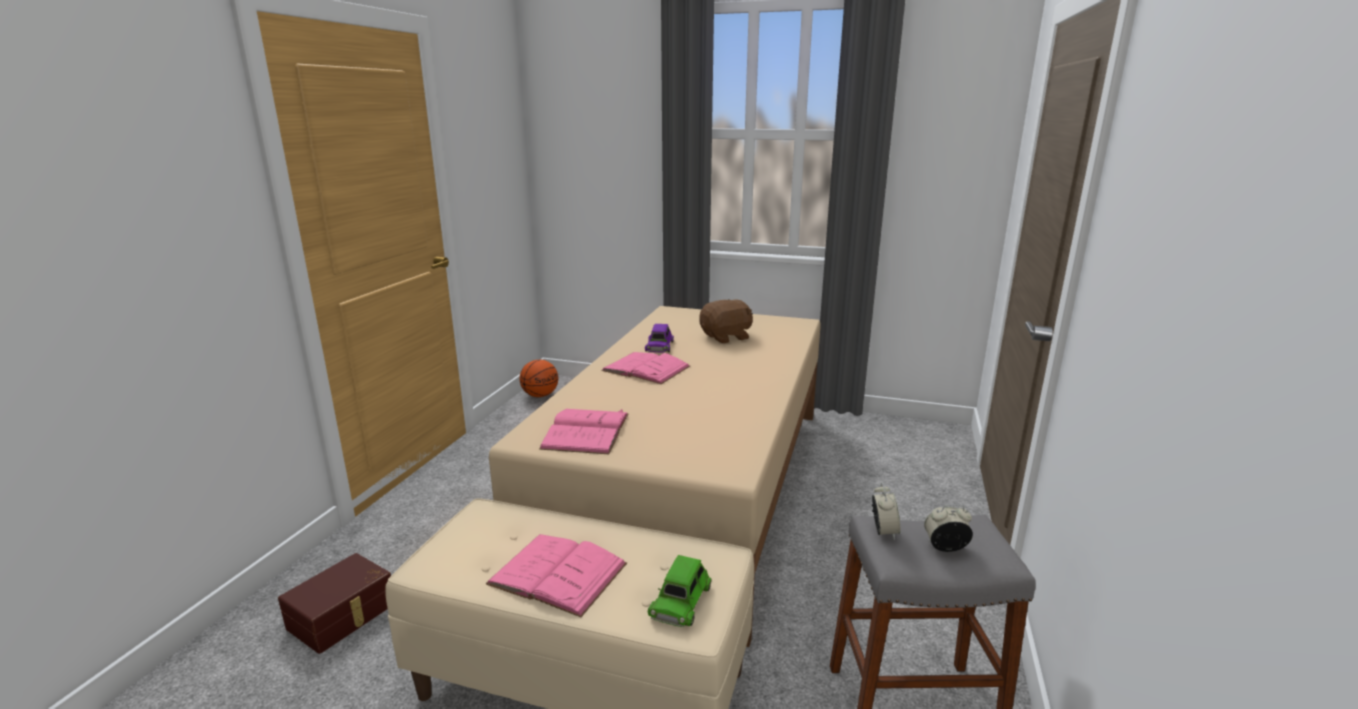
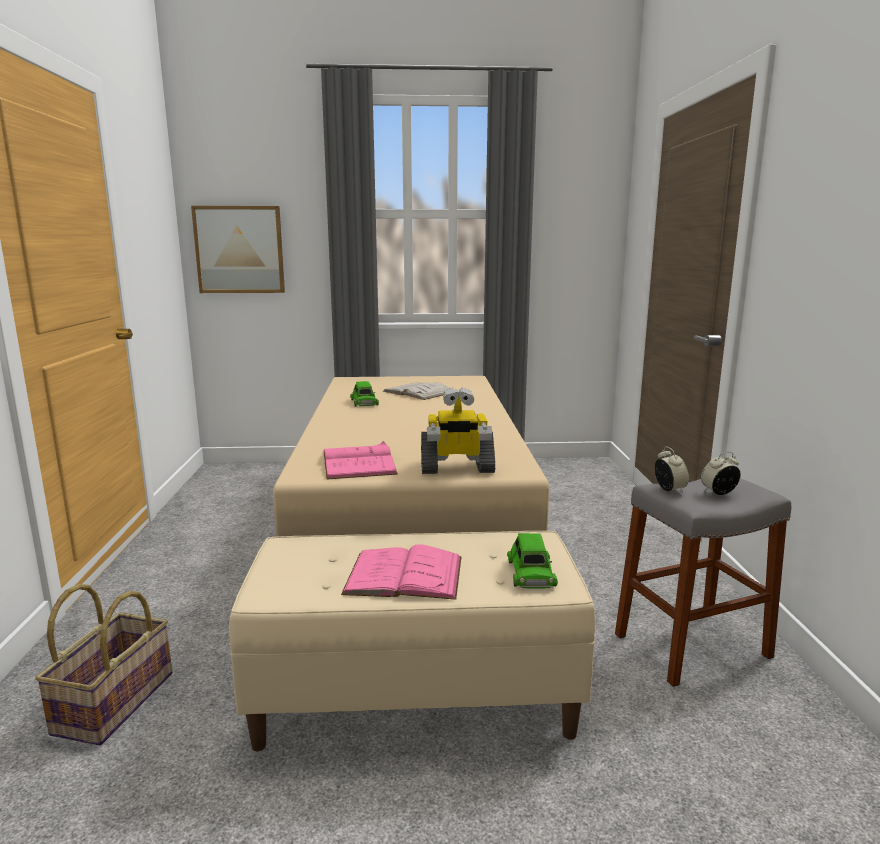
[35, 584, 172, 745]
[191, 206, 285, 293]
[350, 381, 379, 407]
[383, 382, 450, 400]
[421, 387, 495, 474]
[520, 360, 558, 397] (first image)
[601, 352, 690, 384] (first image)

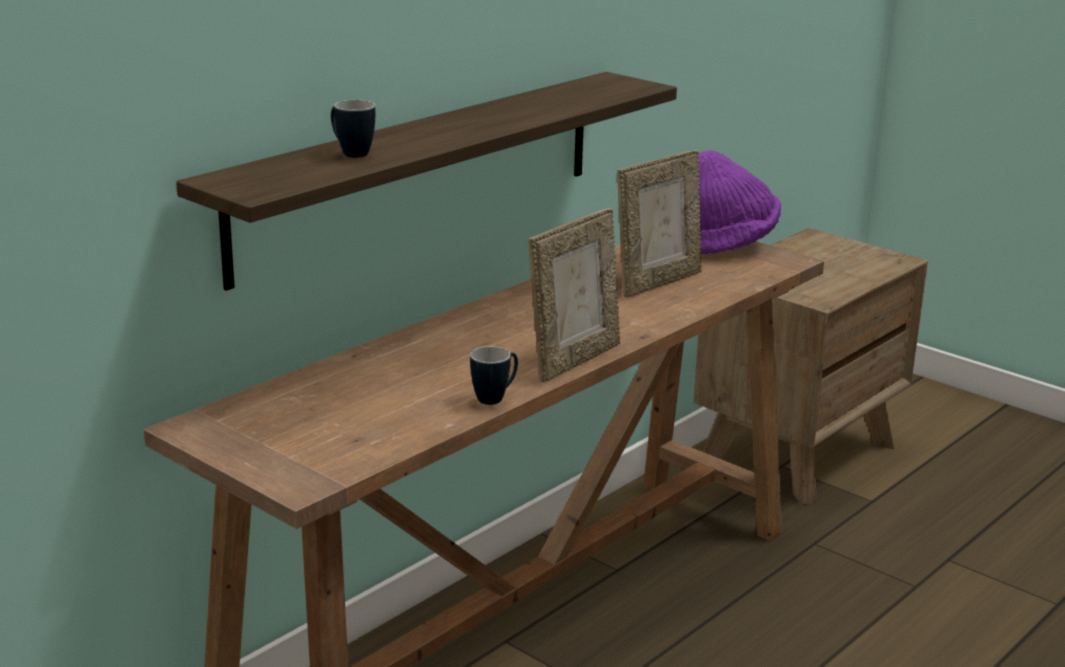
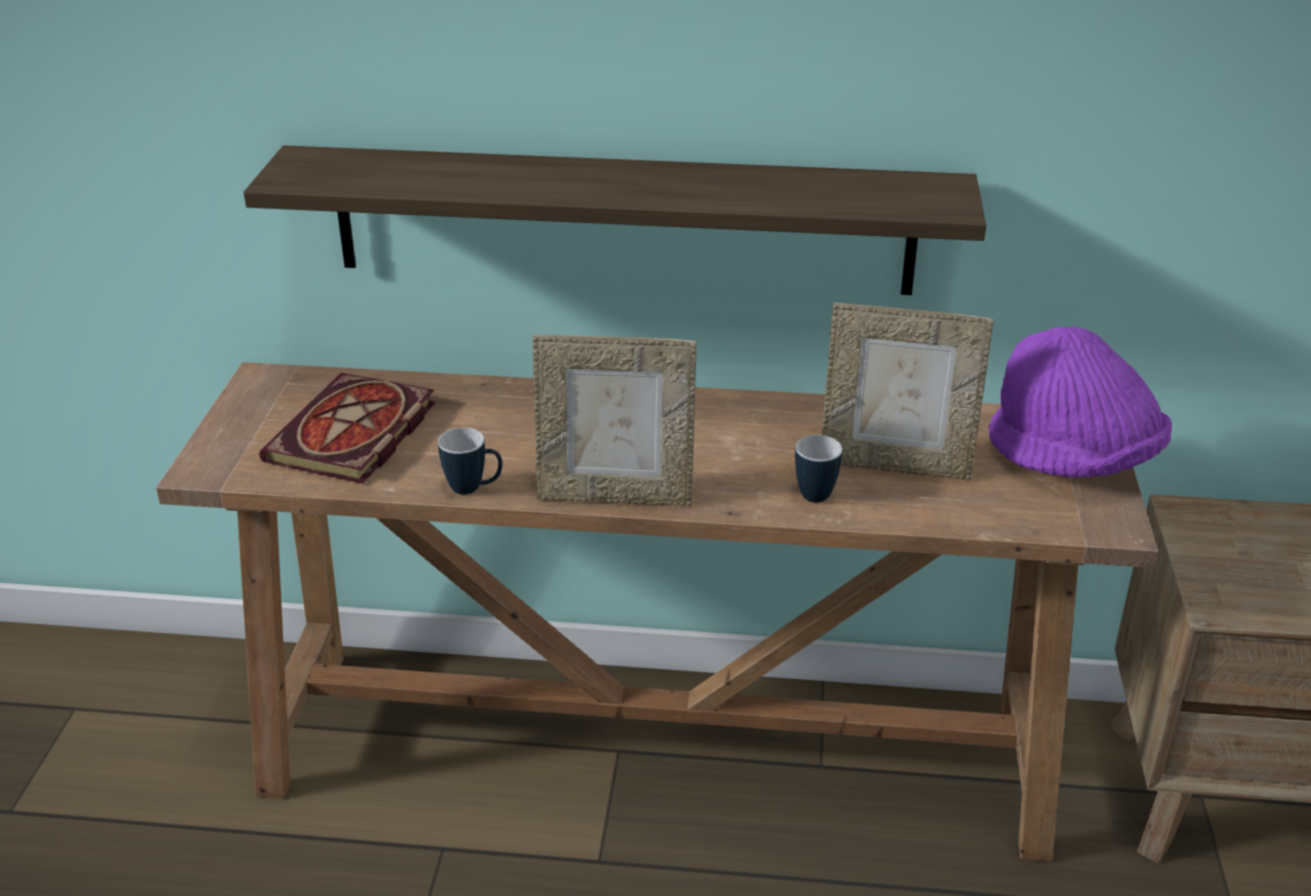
[259, 373, 436, 484]
[795, 435, 842, 502]

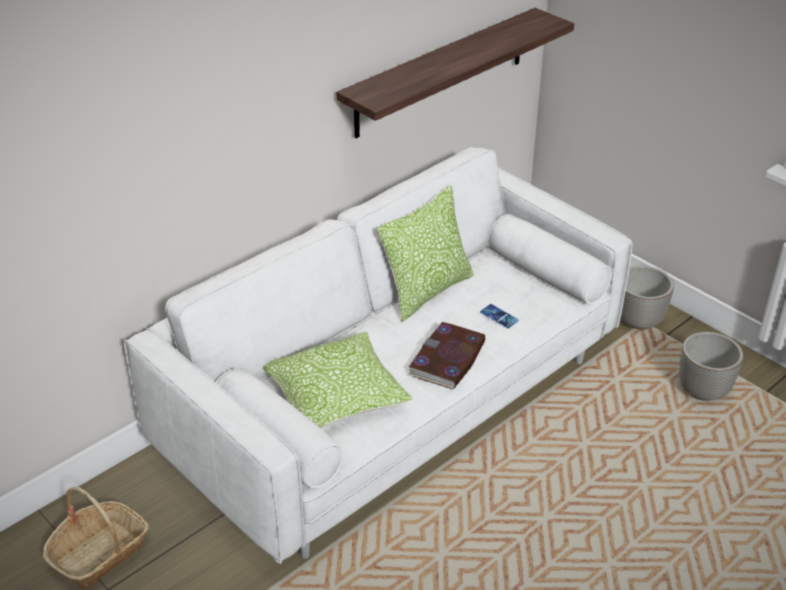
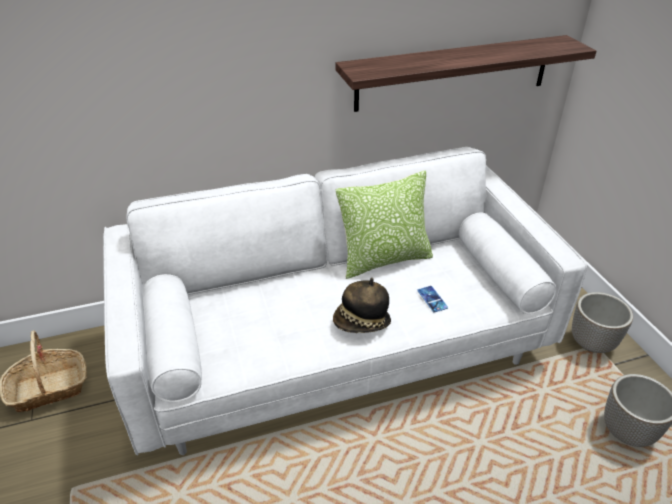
[333, 278, 391, 333]
[263, 332, 412, 428] (first image)

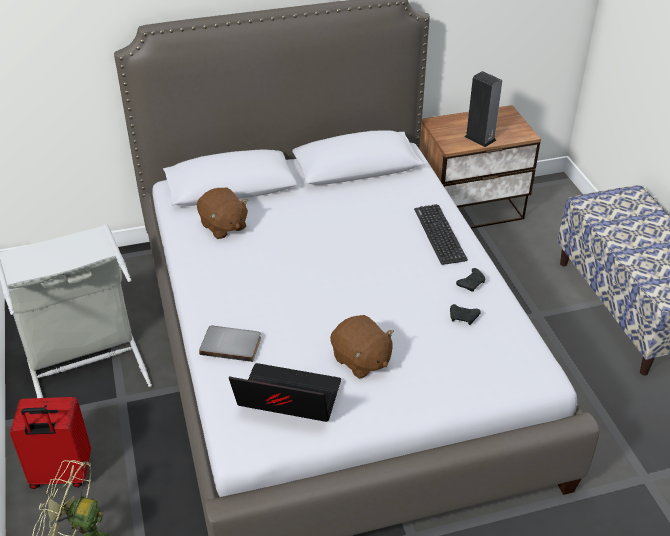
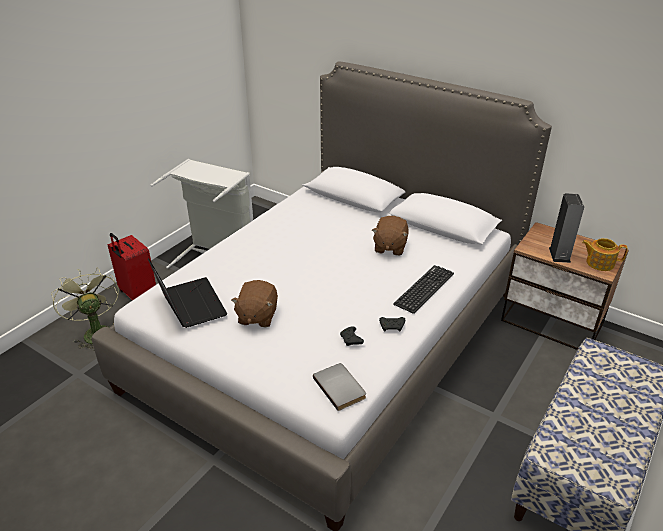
[313, 363, 366, 411]
[372, 216, 409, 256]
[582, 238, 628, 271]

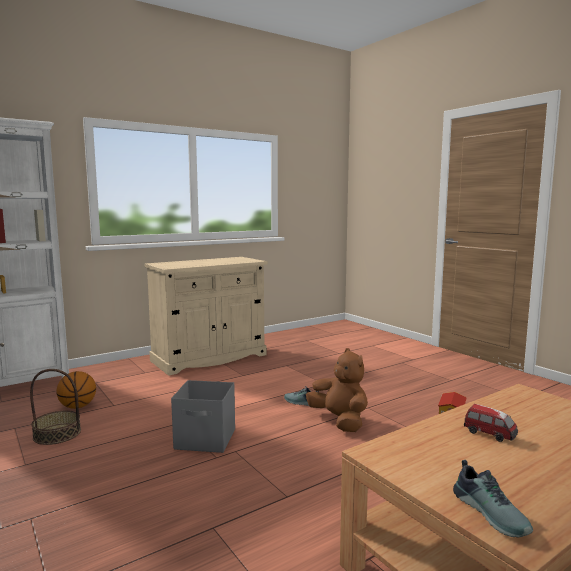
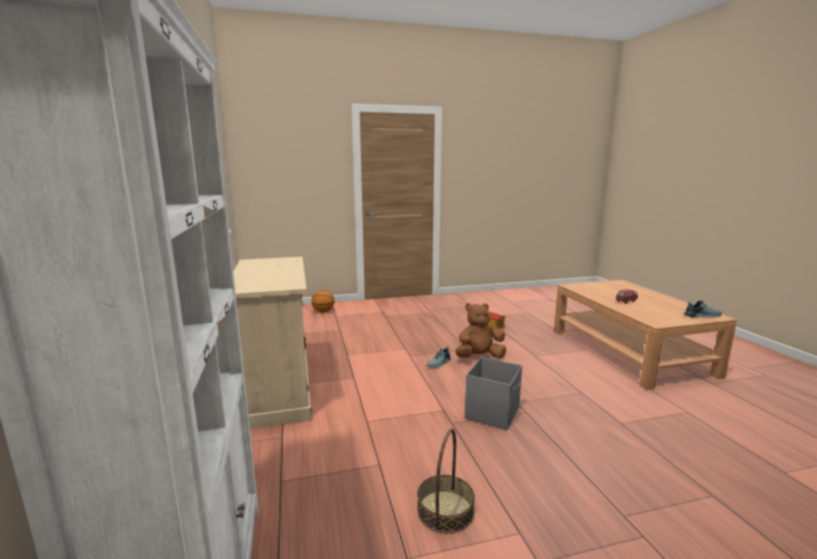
[311, 290, 334, 313]

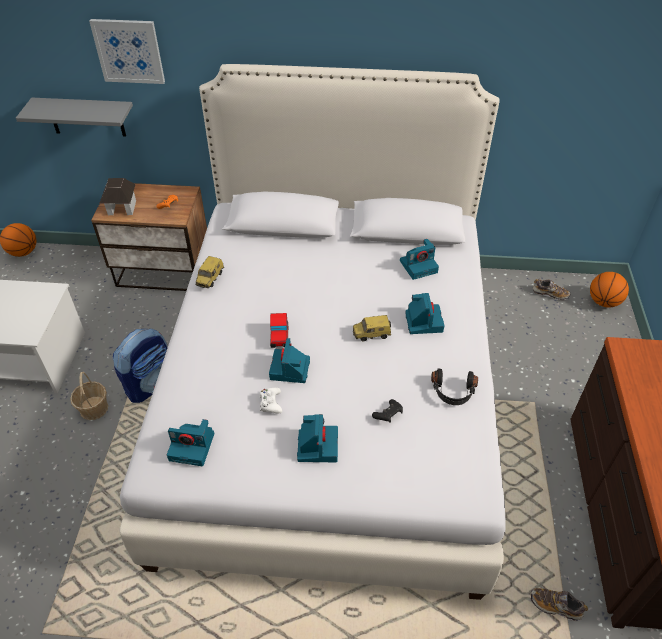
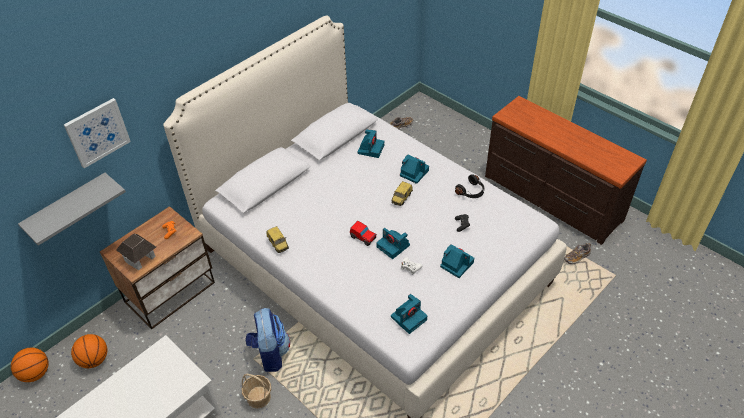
[71, 334, 107, 368]

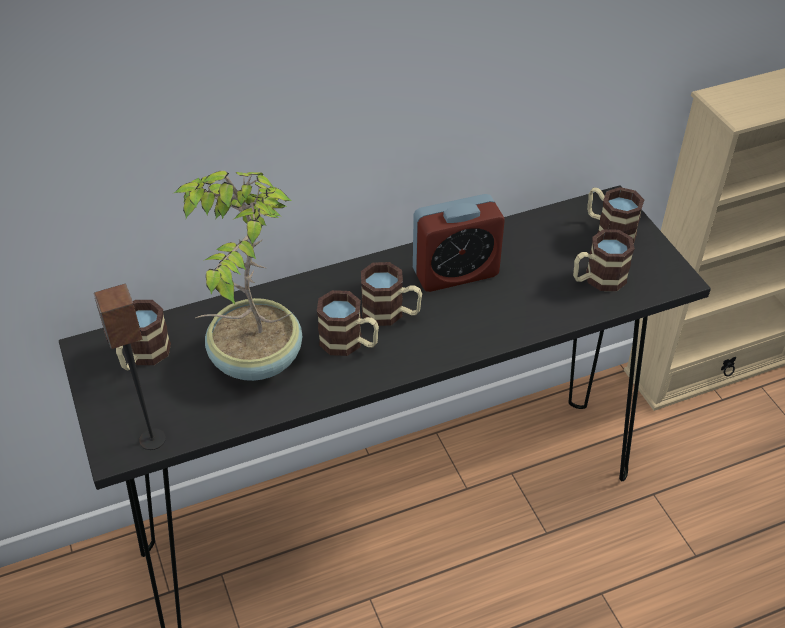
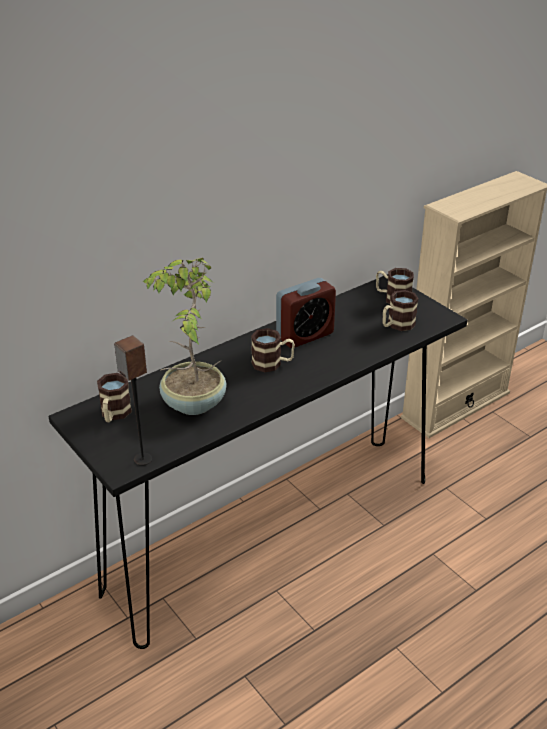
[317, 290, 379, 356] (first image)

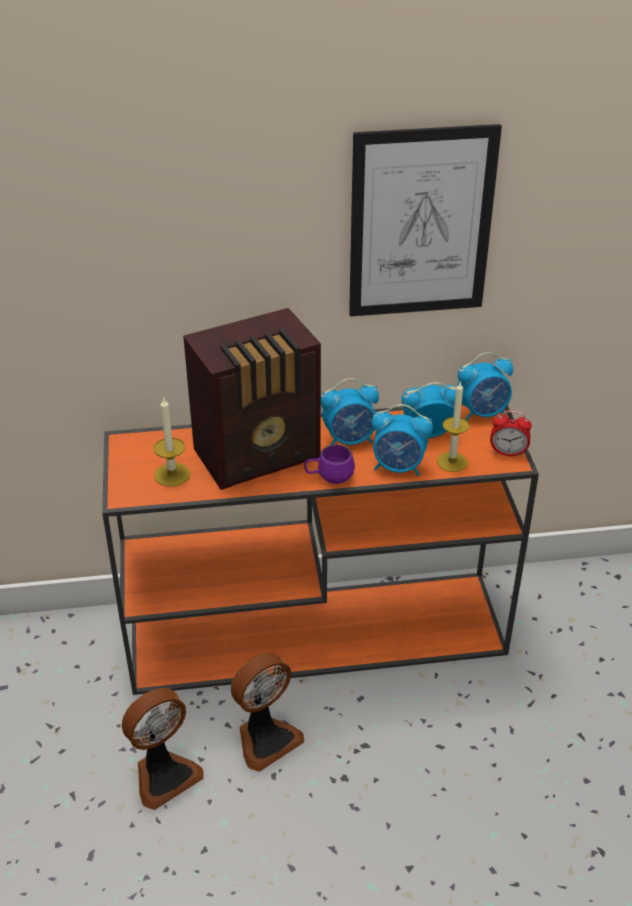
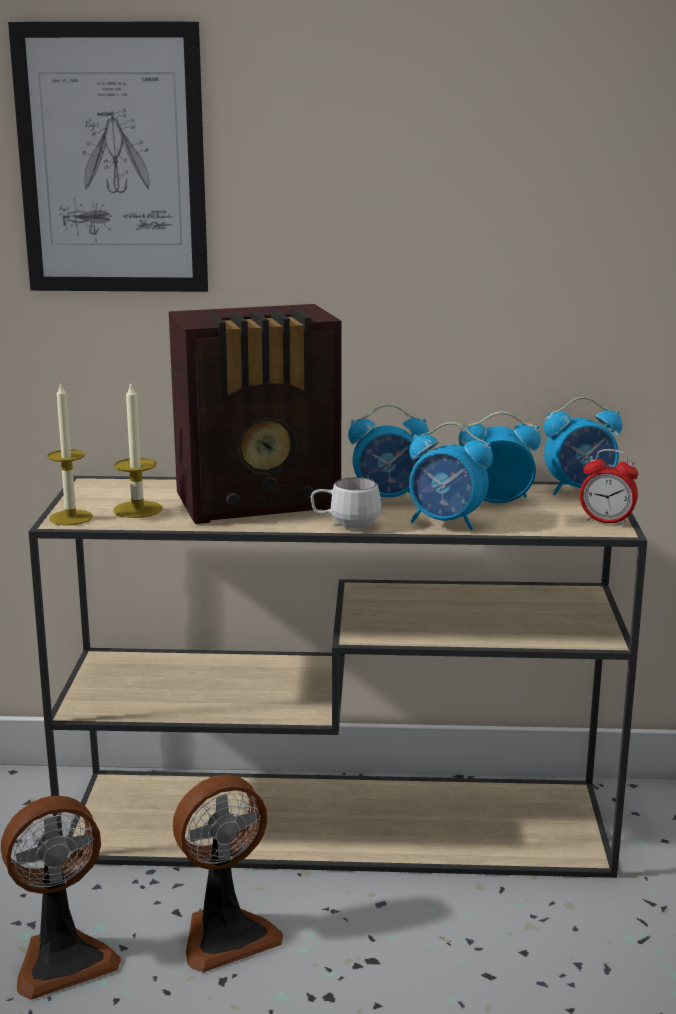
[8, 22, 208, 292]
[28, 476, 647, 878]
[47, 382, 93, 525]
[310, 477, 382, 528]

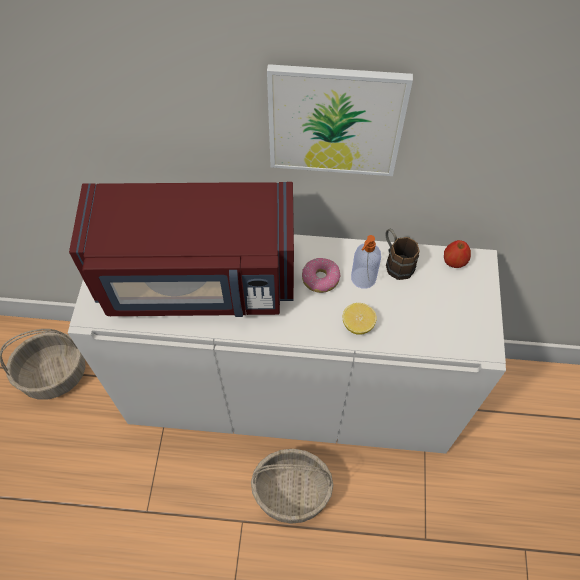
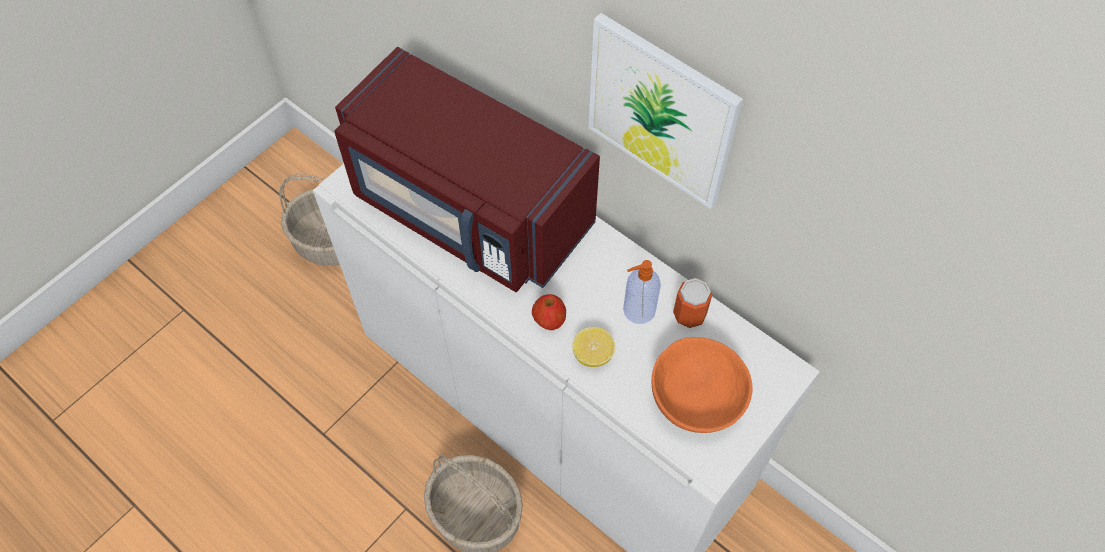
[532, 294, 566, 330]
[651, 337, 753, 433]
[673, 278, 712, 328]
[302, 258, 341, 293] (first image)

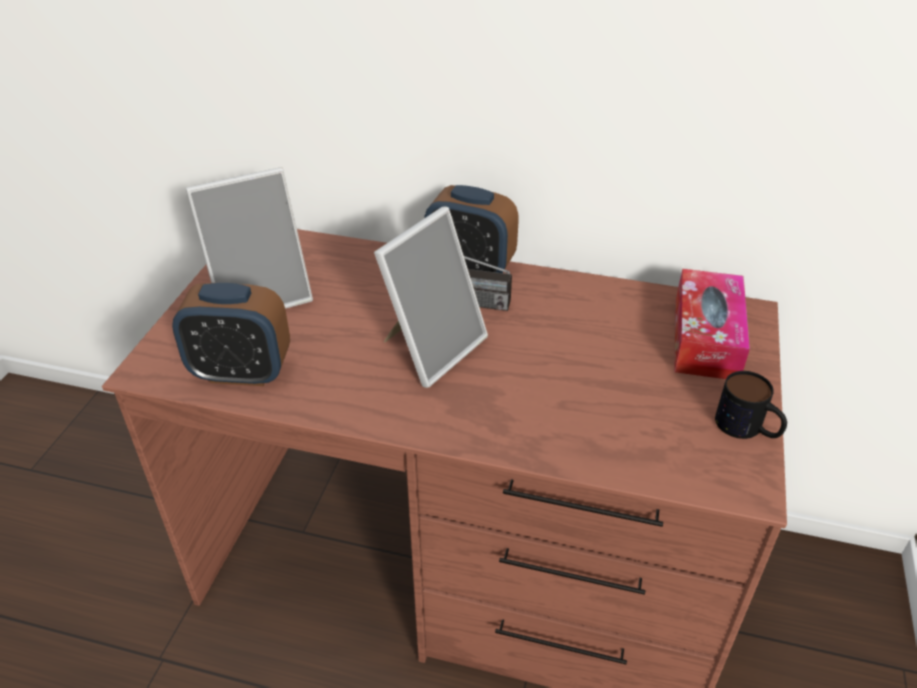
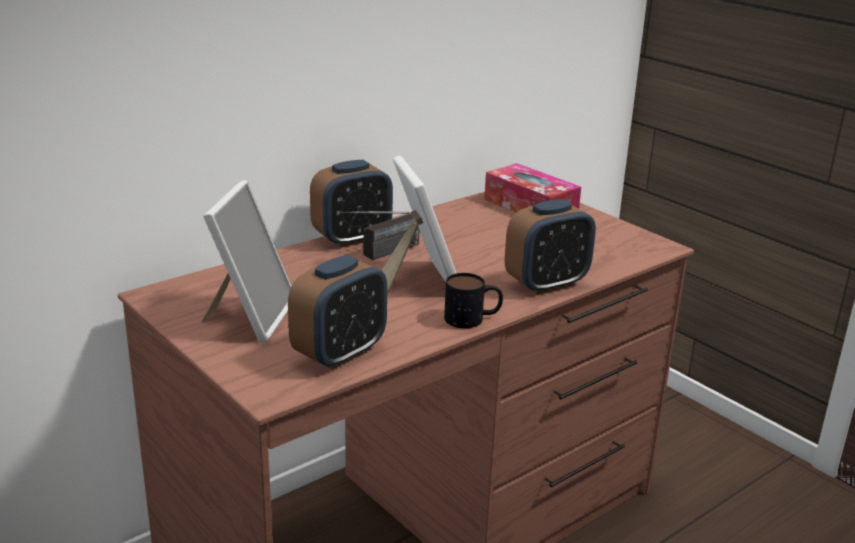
[444, 273, 503, 328]
[505, 199, 596, 295]

